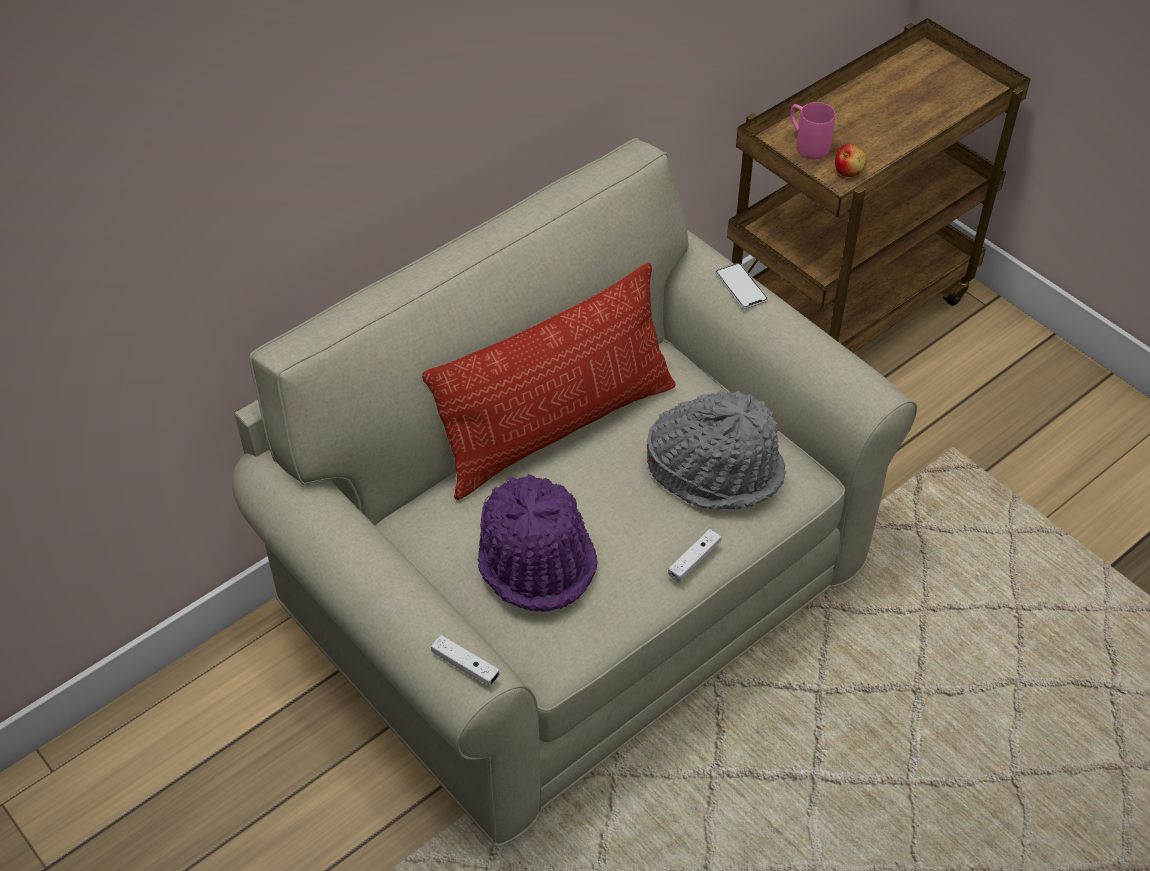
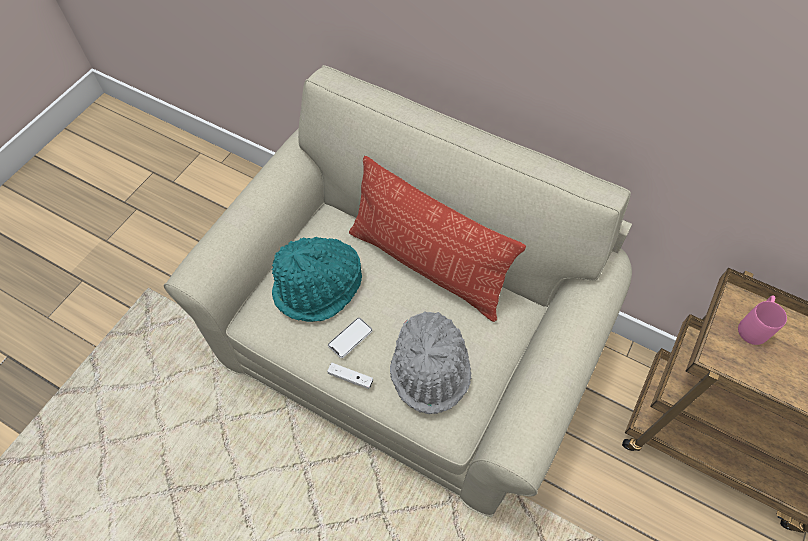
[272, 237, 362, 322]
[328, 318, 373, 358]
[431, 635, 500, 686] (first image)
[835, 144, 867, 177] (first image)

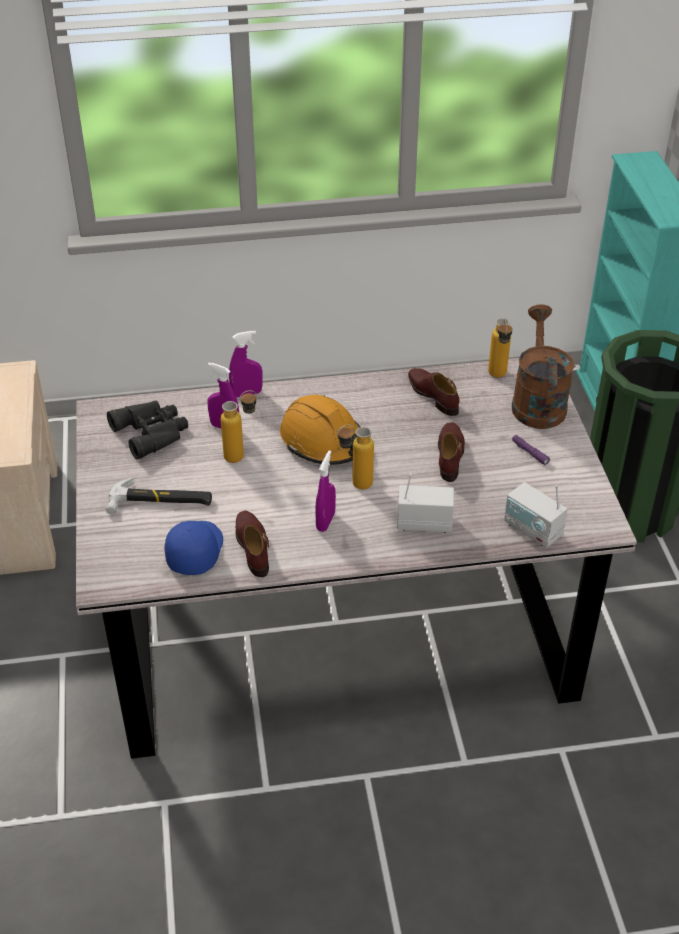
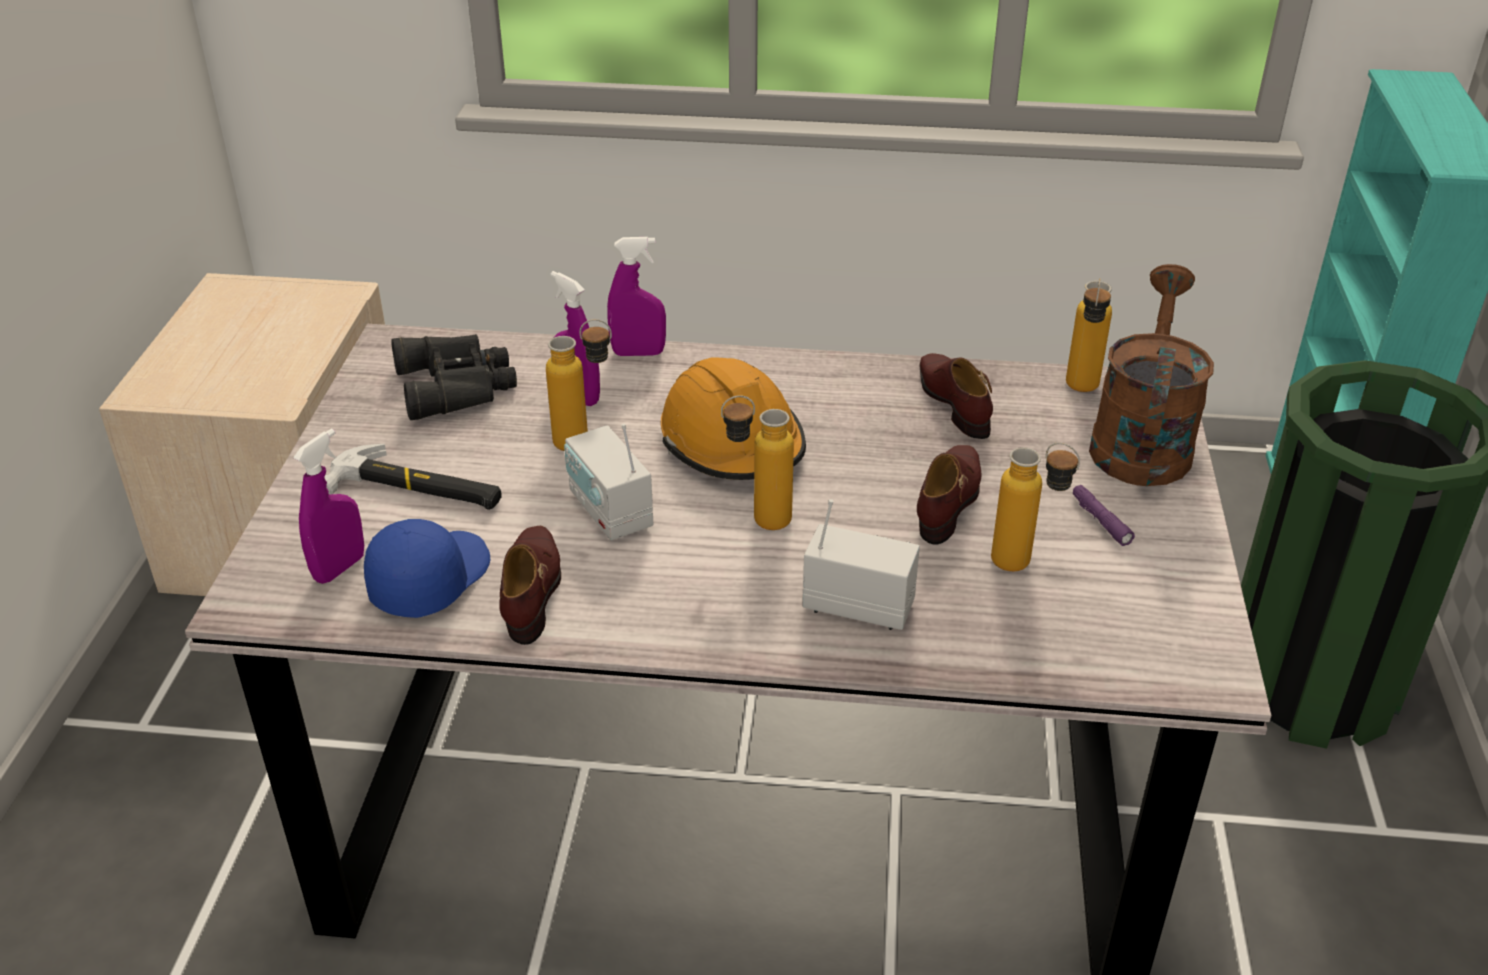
[293, 428, 364, 584]
[564, 424, 653, 540]
[991, 442, 1080, 572]

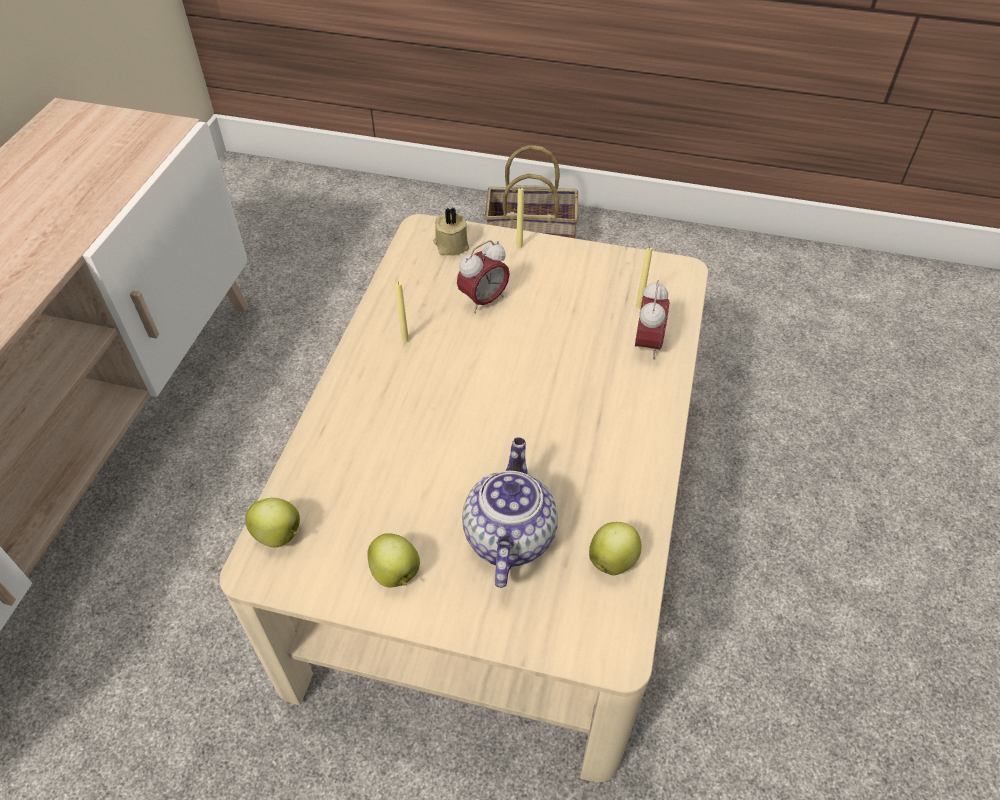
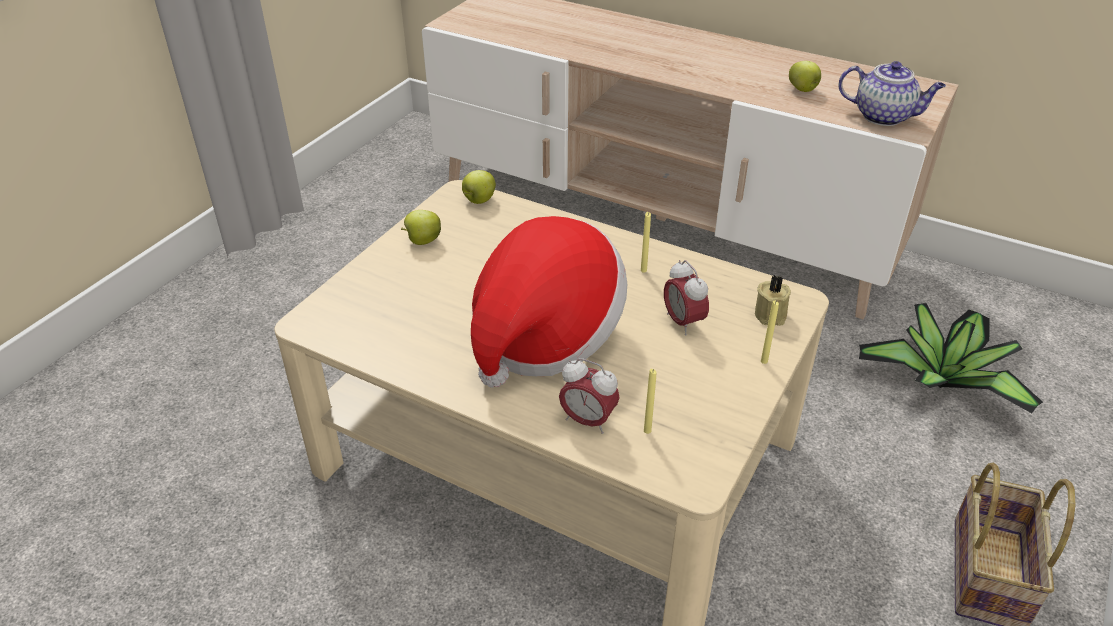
[471, 216, 627, 388]
[789, 61, 821, 92]
[839, 61, 946, 126]
[859, 303, 1043, 413]

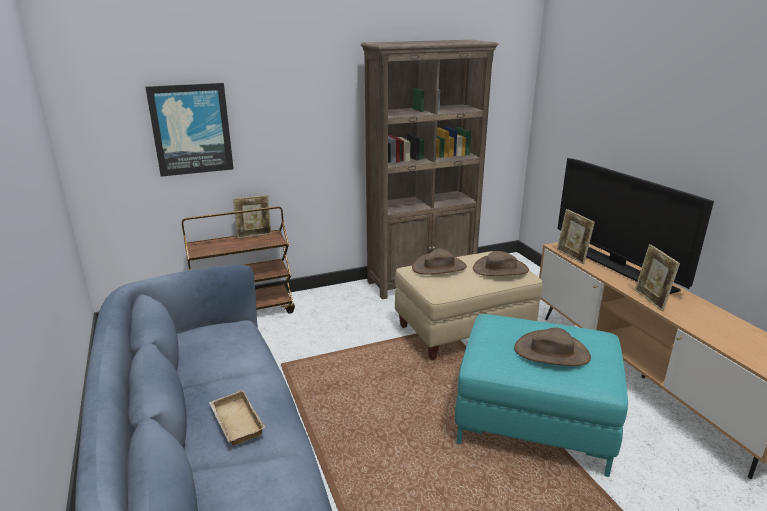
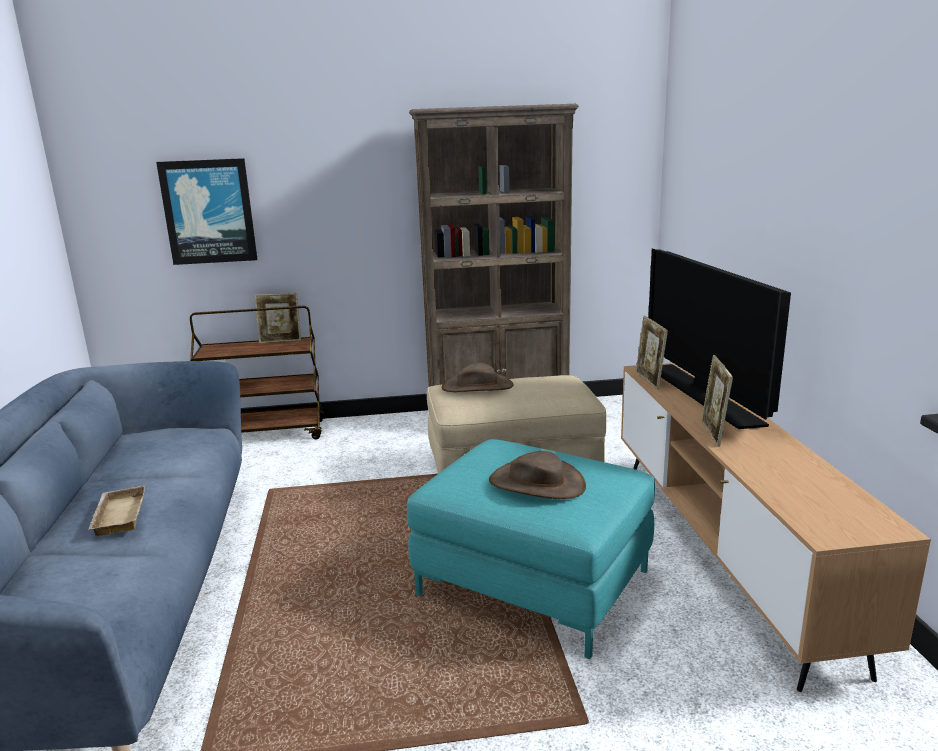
[473, 251, 529, 276] (first image)

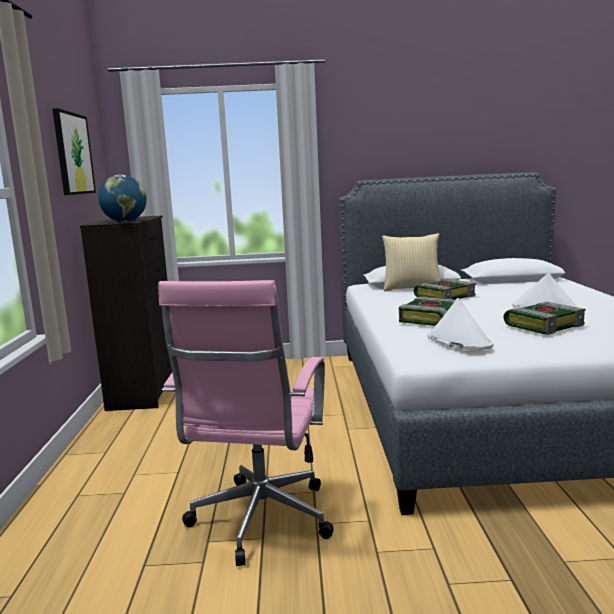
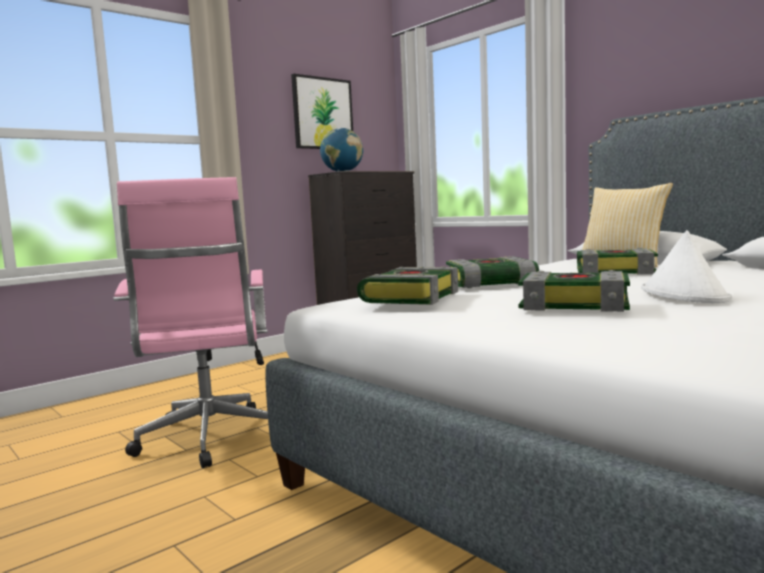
[113, 177, 268, 468]
[357, 267, 458, 305]

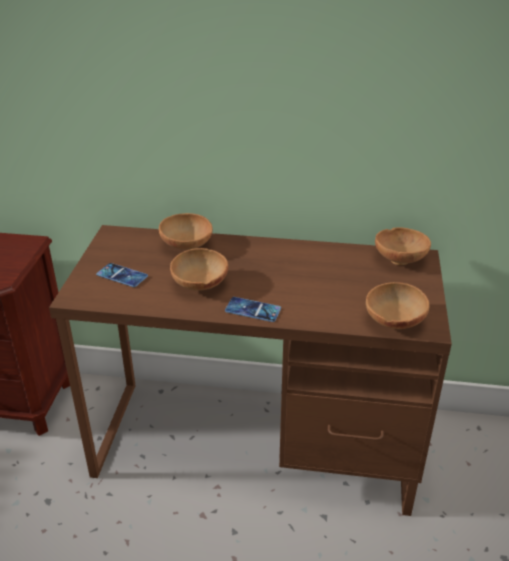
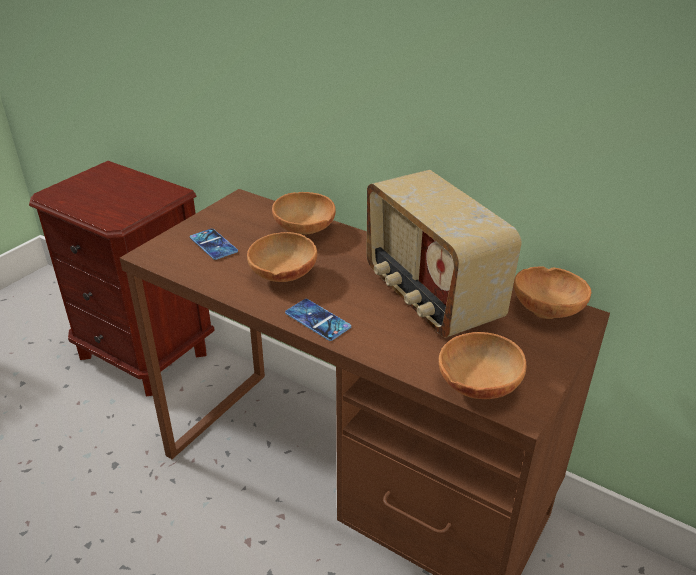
[367, 170, 521, 338]

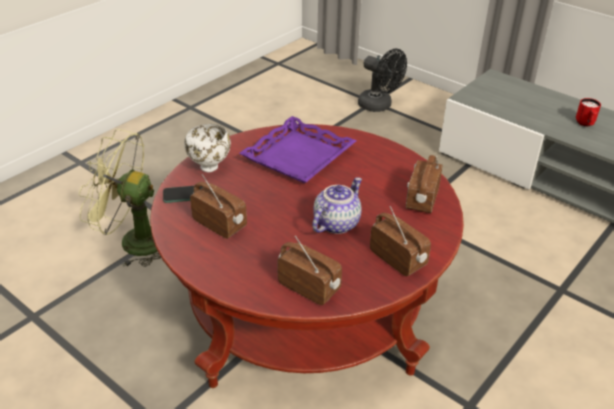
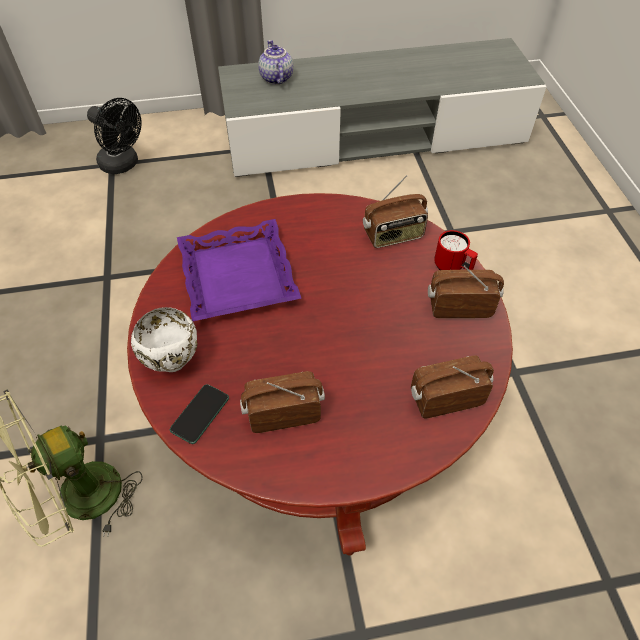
[87, 98, 141, 174]
[258, 40, 293, 85]
[363, 175, 428, 248]
[434, 230, 478, 270]

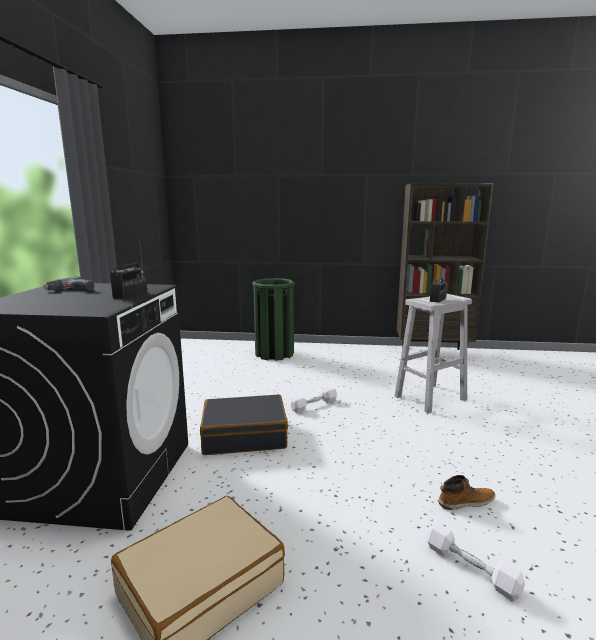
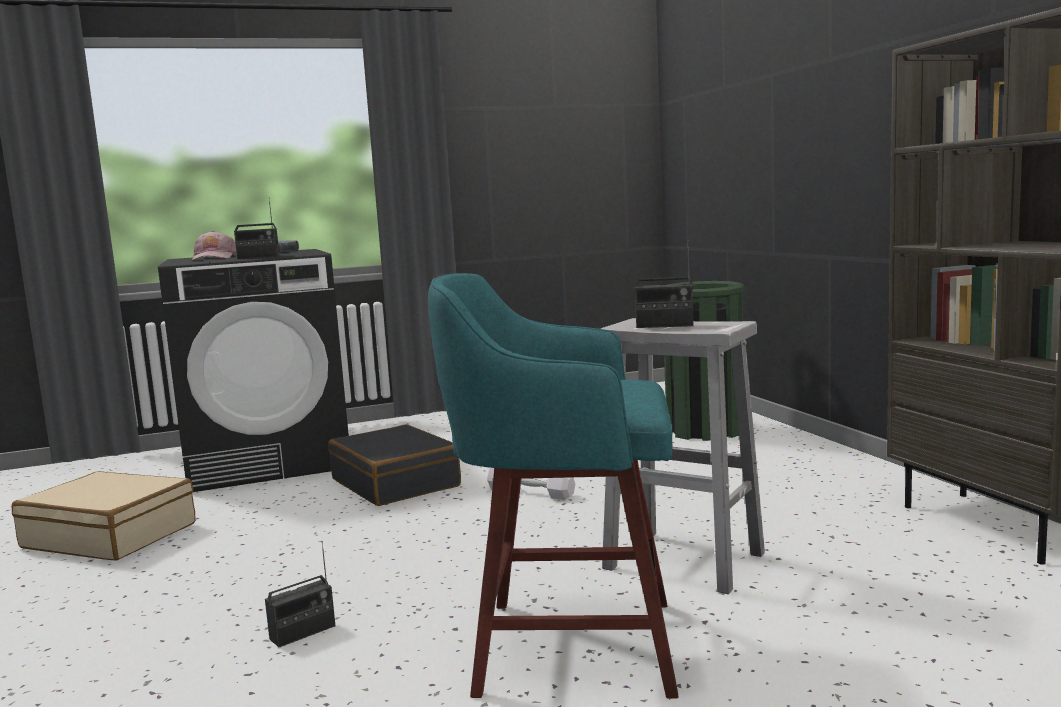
[192, 231, 237, 260]
[265, 541, 336, 647]
[428, 273, 678, 699]
[426, 523, 525, 601] (first image)

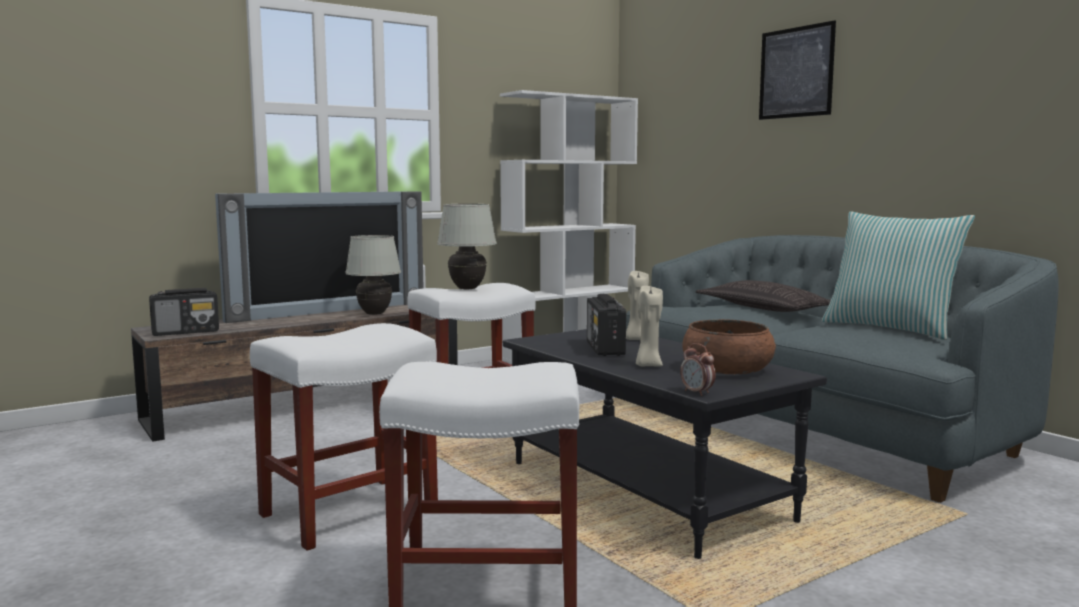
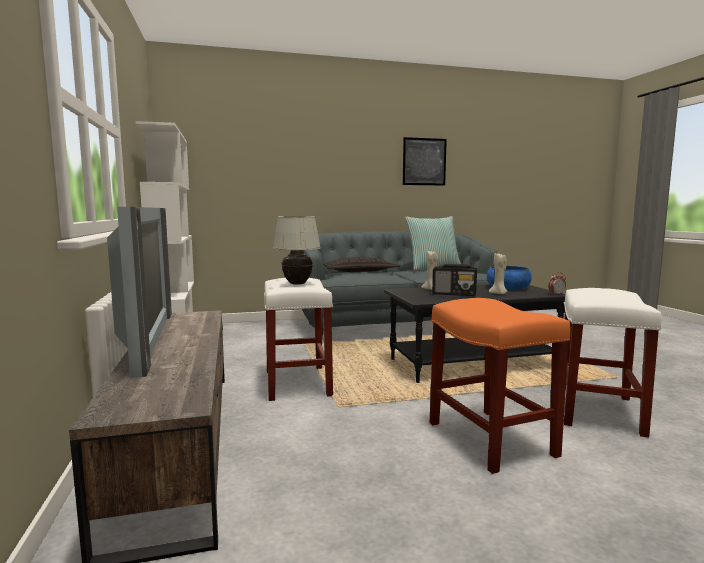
[403, 137, 447, 186]
[429, 298, 571, 474]
[487, 266, 532, 290]
[149, 288, 219, 336] (first image)
[345, 235, 401, 315] (first image)

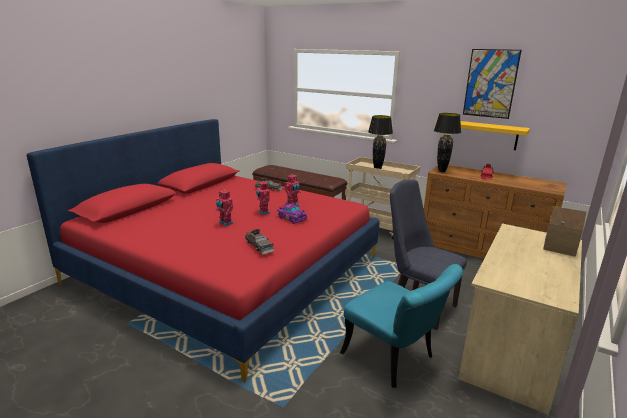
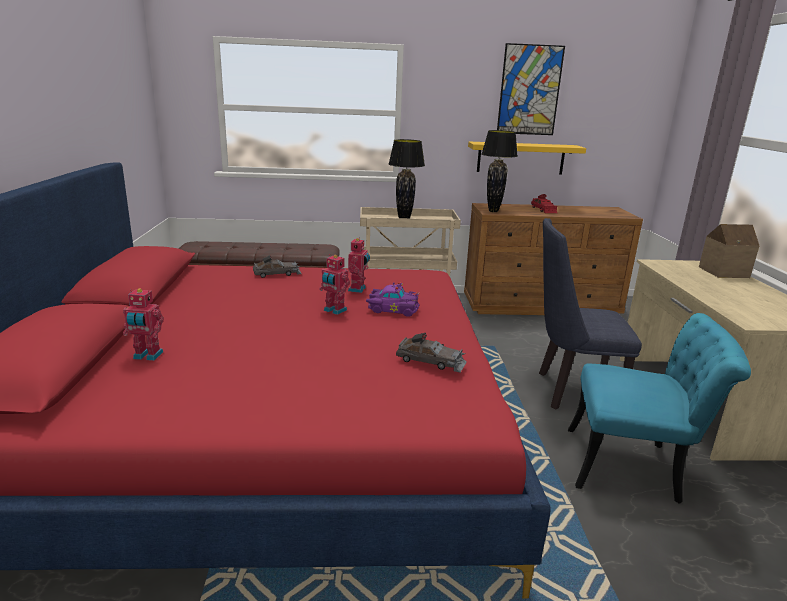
[123, 288, 164, 361]

